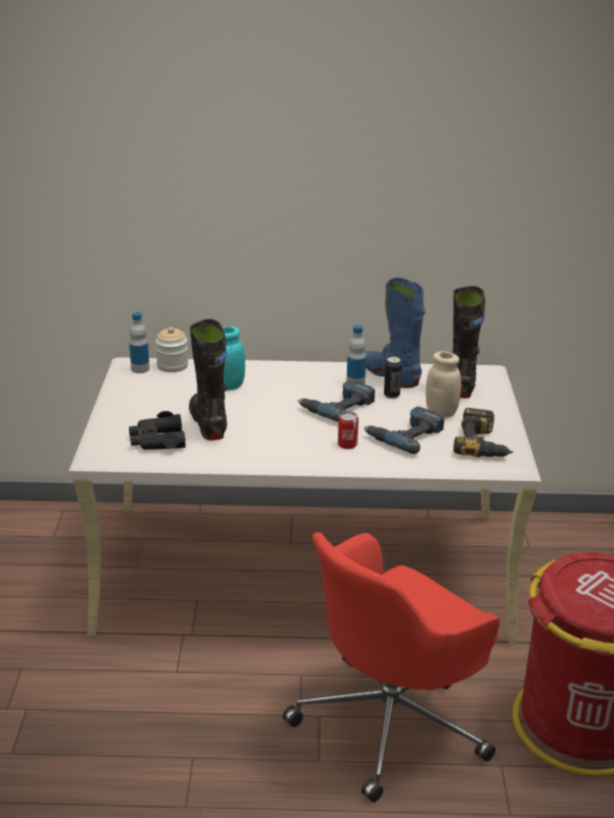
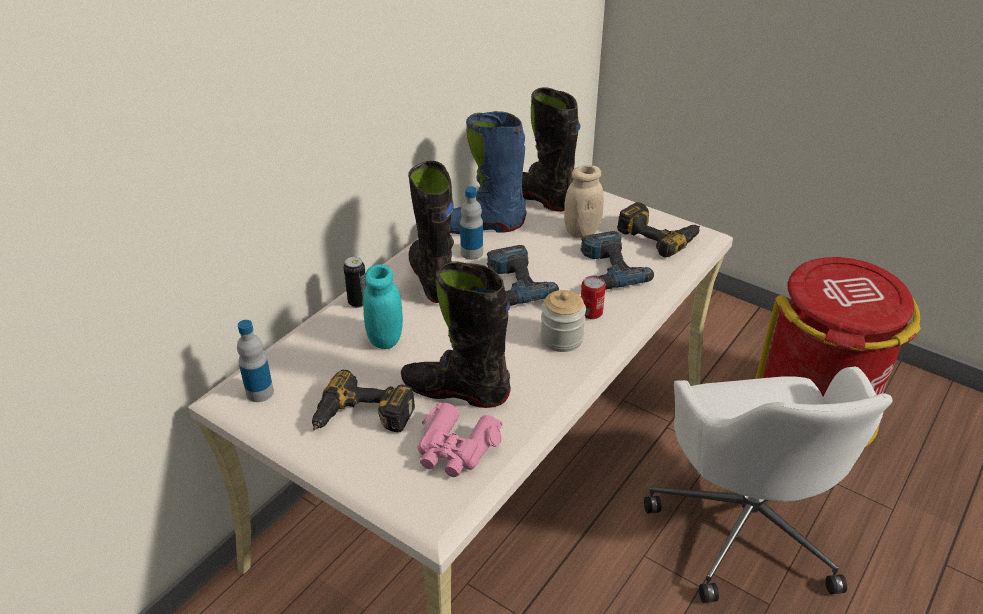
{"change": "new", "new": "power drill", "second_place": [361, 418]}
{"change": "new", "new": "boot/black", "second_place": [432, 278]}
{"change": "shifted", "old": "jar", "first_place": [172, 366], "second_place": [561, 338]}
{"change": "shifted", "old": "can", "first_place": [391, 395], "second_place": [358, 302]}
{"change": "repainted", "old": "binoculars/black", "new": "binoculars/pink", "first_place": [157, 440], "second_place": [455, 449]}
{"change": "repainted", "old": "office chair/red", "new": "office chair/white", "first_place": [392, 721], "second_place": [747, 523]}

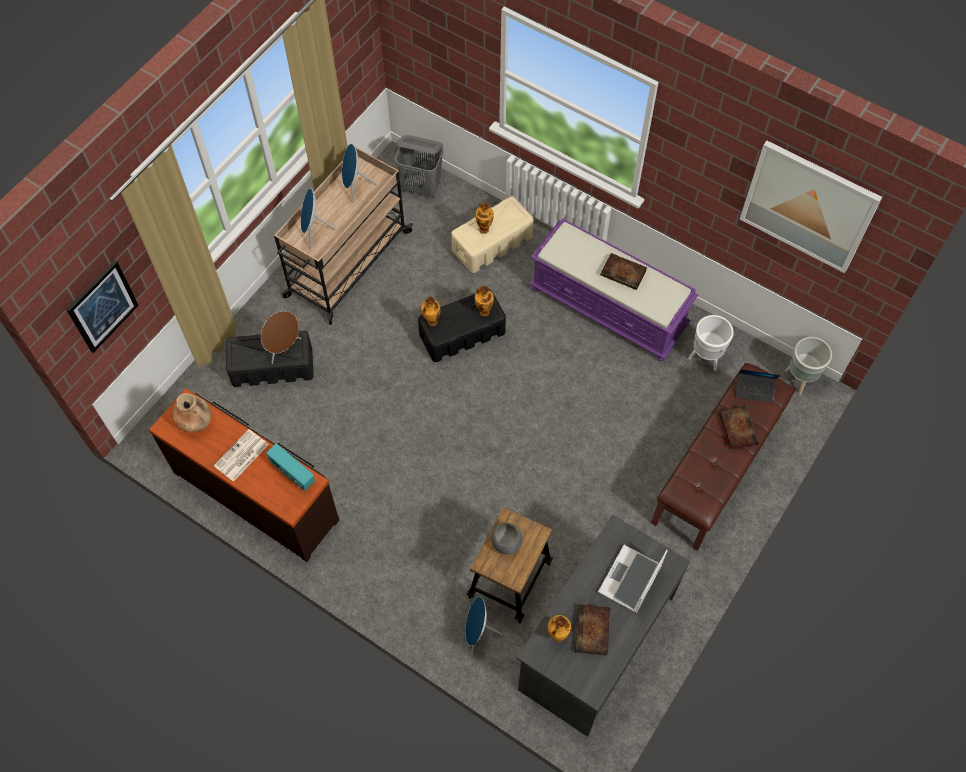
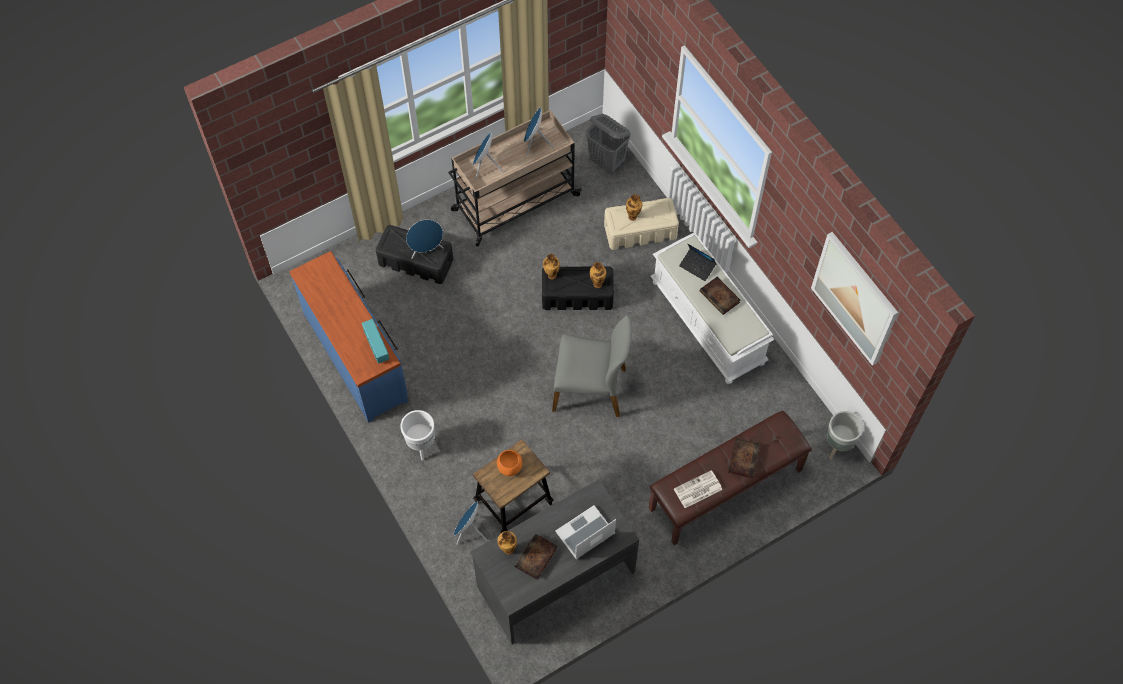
{"change": "gone", "old": "picture", "first_place": [102, 306]}
{"change": "gone", "old": "vase/brown", "first_place": [195, 421]}
{"change": "new", "new": "chair/grey", "second_place": [590, 388]}
{"change": "shifted", "old": "newspaper", "first_place": [241, 456], "second_place": [697, 490]}
{"change": "shifted", "old": "planter/white", "first_place": [705, 358], "second_place": [421, 446]}
{"change": "shifted", "old": "laptop", "first_place": [754, 389], "second_place": [697, 266]}
{"change": "repainted", "old": "dresser/brown", "new": "dresser/blue", "first_place": [257, 494], "second_place": [356, 355]}
{"change": "repainted", "old": "speaker/brown", "new": "speaker/blue", "first_place": [283, 348], "second_place": [426, 250]}
{"change": "repainted", "old": "bowl/grey", "new": "bowl/orange", "first_place": [506, 543], "second_place": [510, 467]}
{"change": "repainted", "old": "bench/purple", "new": "bench/white", "first_place": [609, 307], "second_place": [709, 322]}

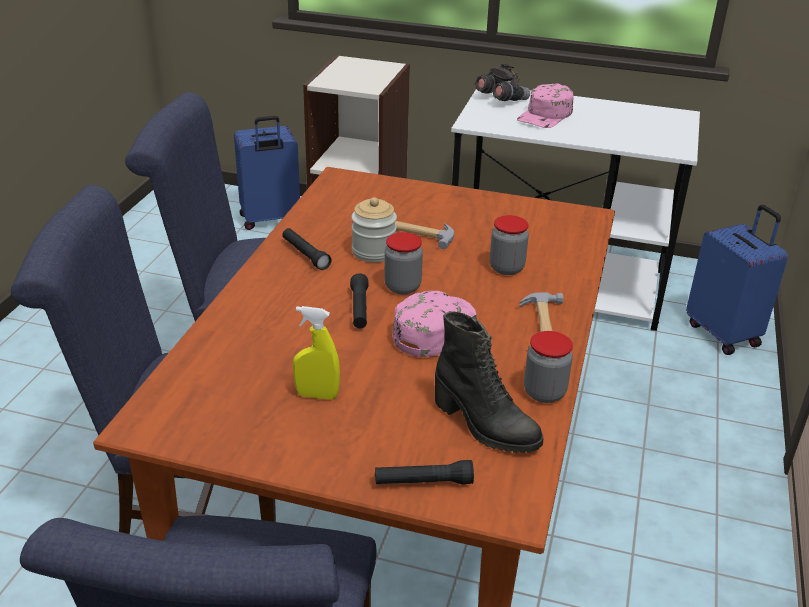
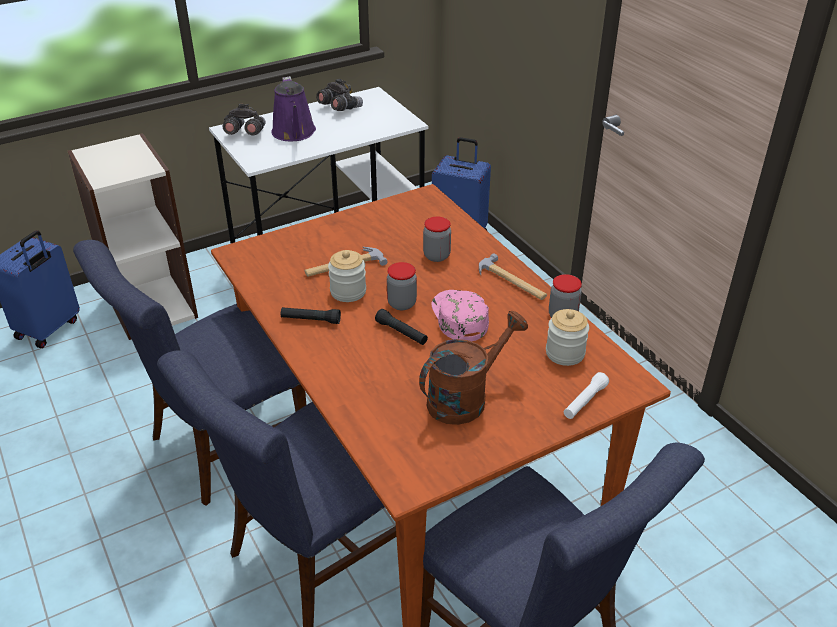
{"change": "new", "new": "binoculars/grey", "second_place": [339, 108]}
{"change": "swapped", "old": "spray bottle/yellow", "new": "watering can/brown", "first_place": [317, 395], "second_place": [465, 397]}
{"change": "swapped", "old": "boot/black", "new": "jar", "first_place": [484, 426], "second_place": [565, 353]}
{"change": "swapped", "old": "cap/pink", "new": "watering can/purple", "first_place": [545, 115], "second_place": [294, 133]}
{"change": "repainted", "old": "flashlight/black", "new": "flashlight/white", "first_place": [423, 482], "second_place": [584, 401]}

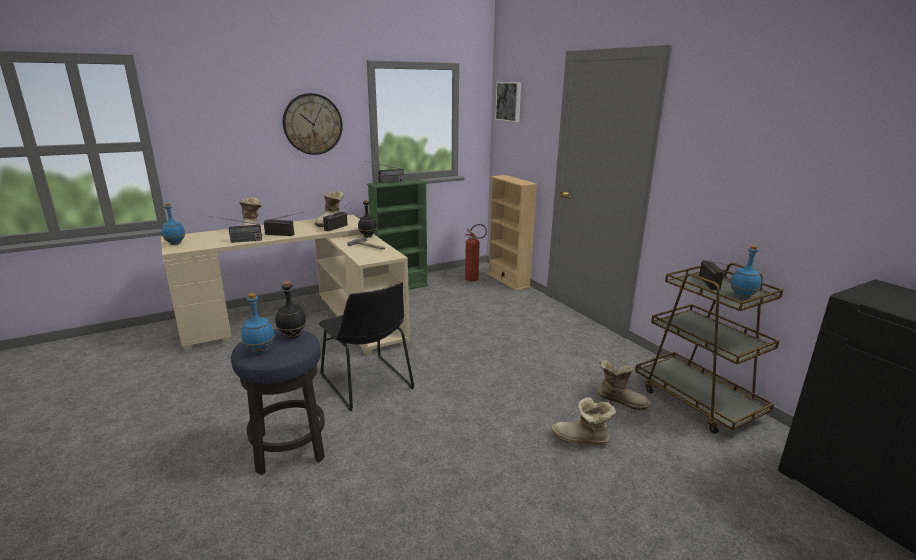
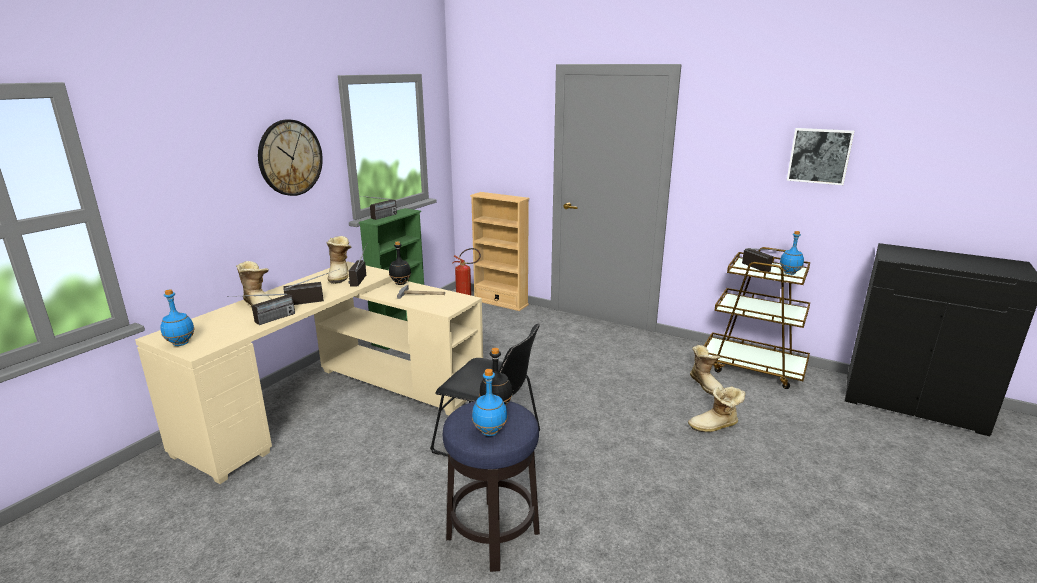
{"change": "shifted", "old": "picture", "first_place": [509, 101], "second_place": [819, 156]}
{"change": "rotated", "old": "boot", "first_place": [621, 400], "second_place": [706, 384], "degrees": 75}

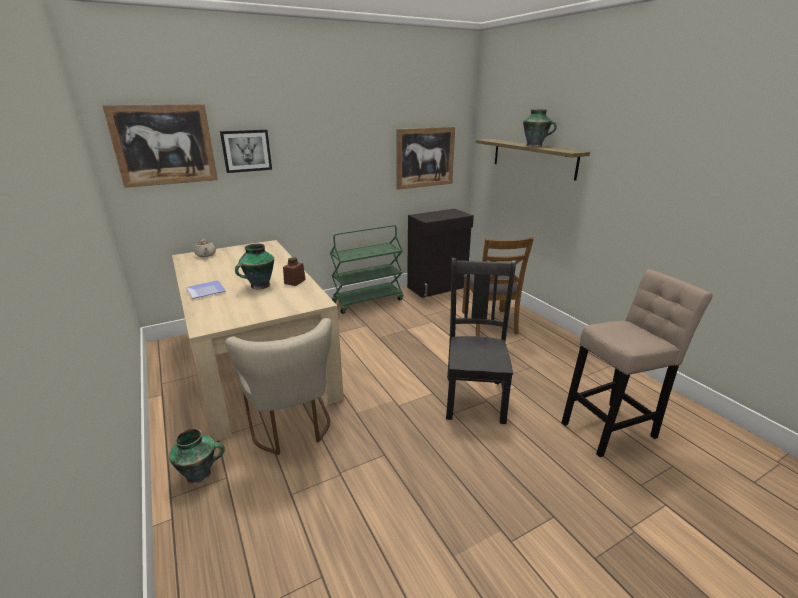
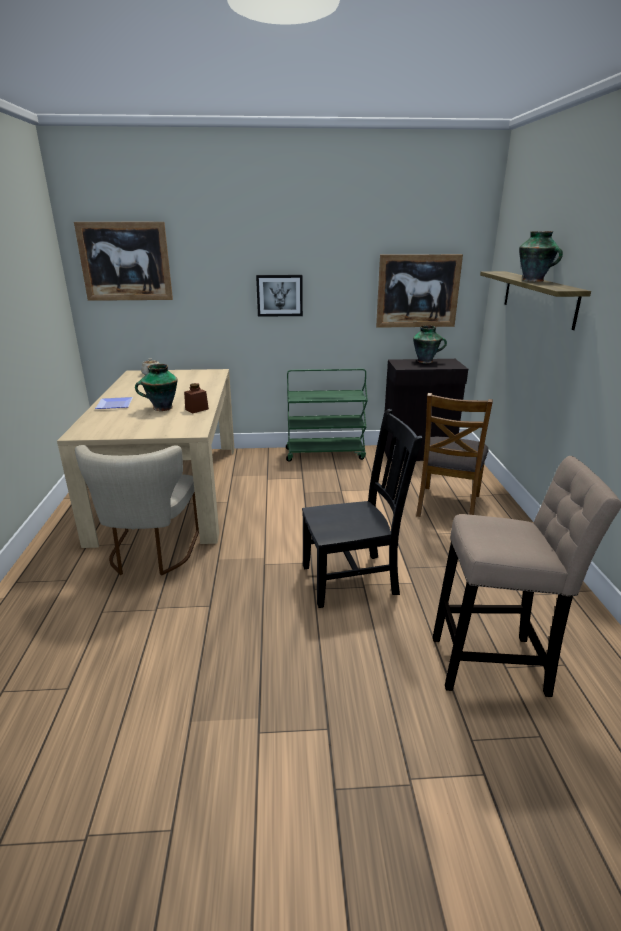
{"change": "shifted", "old": "vase", "first_place": [200, 475], "second_place": [426, 361]}
{"change": "shifted", "old": "picture", "first_place": [246, 151], "second_place": [279, 295]}
{"change": "rotated", "old": "chair/black", "first_place": [474, 397], "second_place": [353, 579], "degrees": 45}

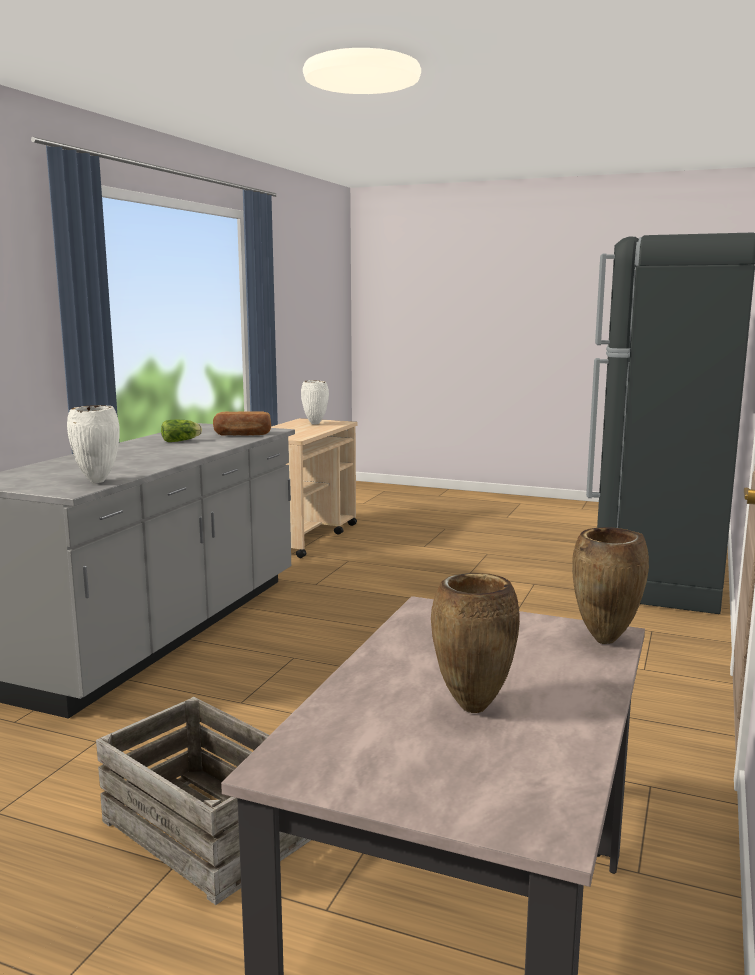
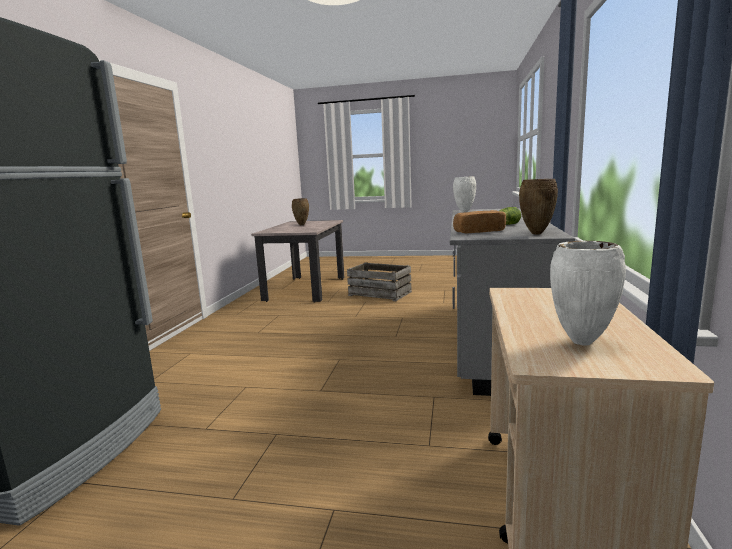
{"change": "shifted", "old": "vase/brown", "first_place": [605, 641], "second_place": [536, 233]}

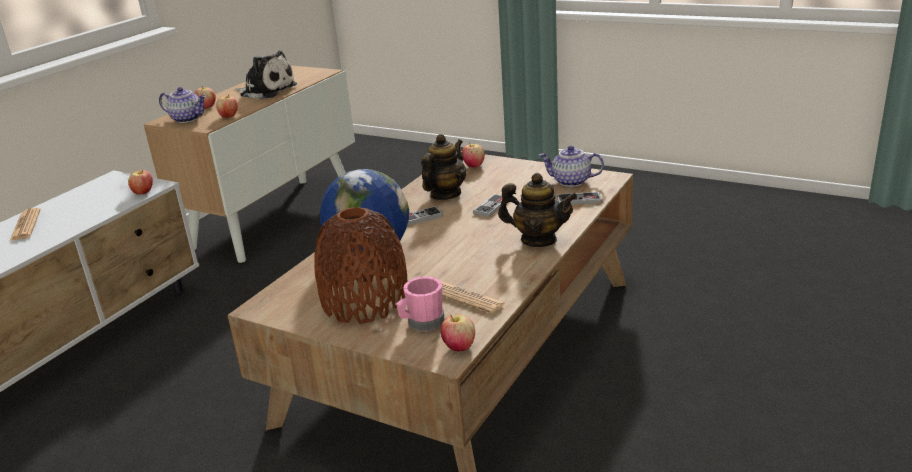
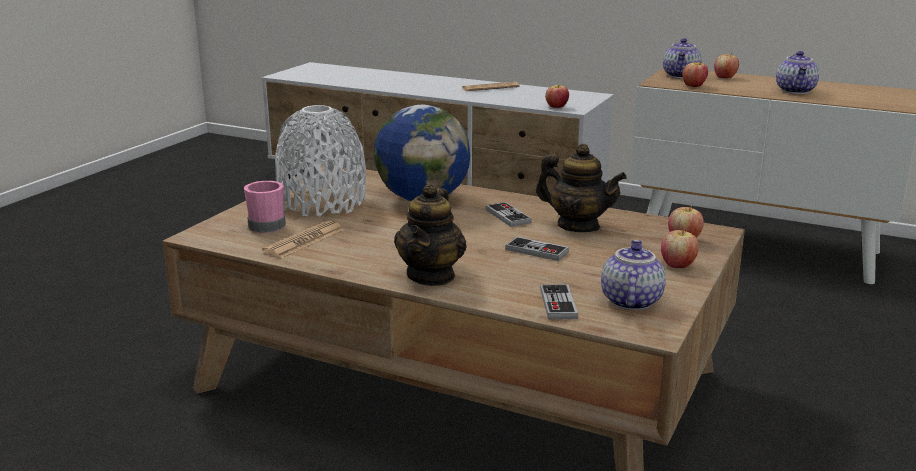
{"change": "shifted", "old": "apple", "first_place": [459, 346], "second_place": [678, 265]}
{"change": "swapped", "old": "plush toy", "new": "teapot", "first_place": [266, 91], "second_place": [796, 91]}
{"change": "repainted", "old": "vase/brown", "new": "vase/white", "first_place": [365, 300], "second_place": [322, 202]}

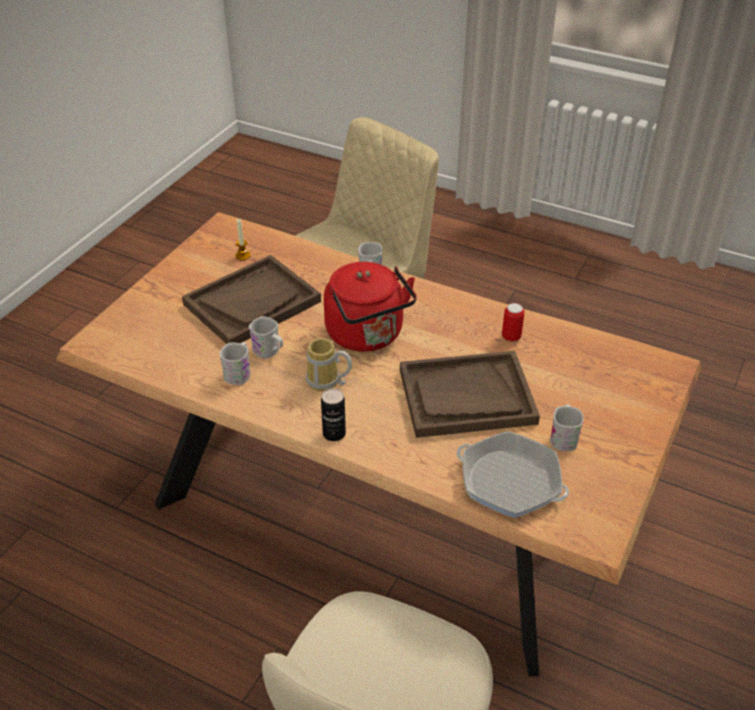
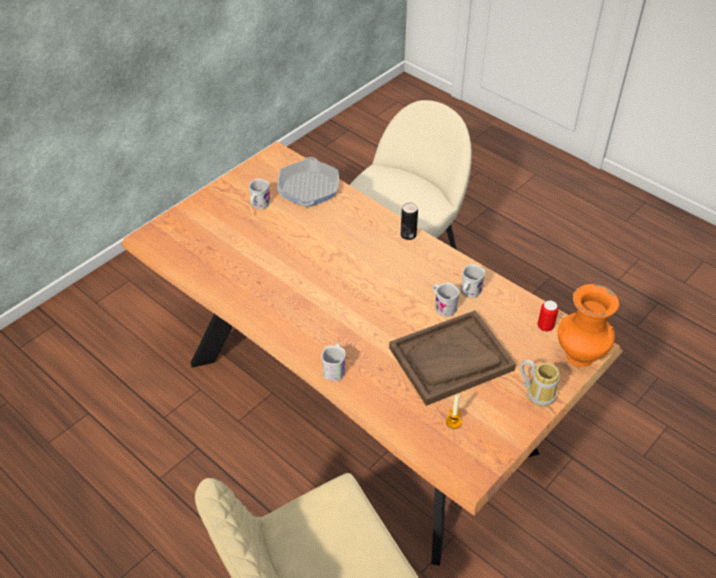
{"change": "gone", "old": "kettle/red", "first_place": [368, 336]}
{"change": "gone", "old": "tray/brown", "first_place": [466, 397]}
{"change": "new", "new": "vase/orange", "second_place": [578, 356]}
{"change": "shifted", "old": "mug", "first_place": [326, 383], "second_place": [538, 392]}
{"change": "shifted", "old": "can", "first_place": [511, 337], "second_place": [545, 326]}
{"change": "rotated", "old": "frying pan", "first_place": [510, 481], "second_place": [308, 188], "degrees": 45}

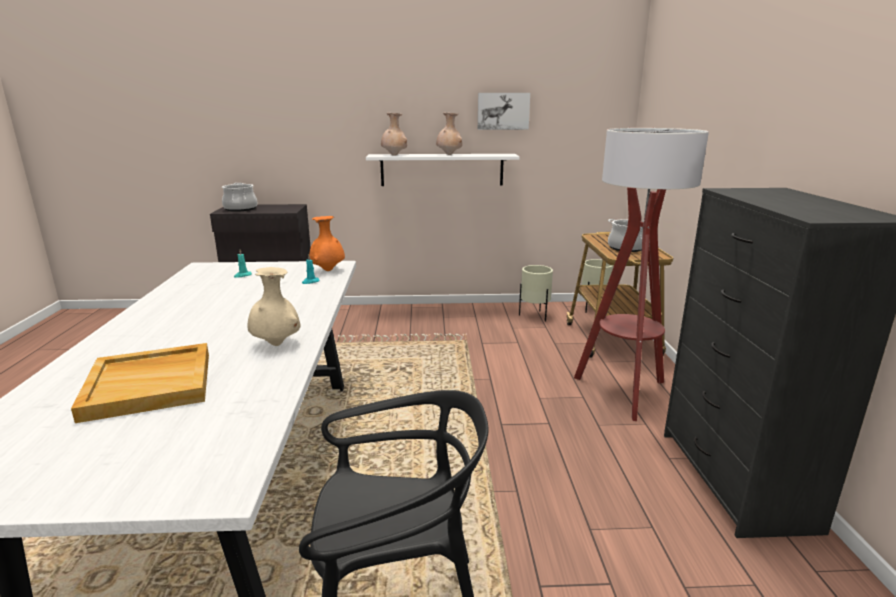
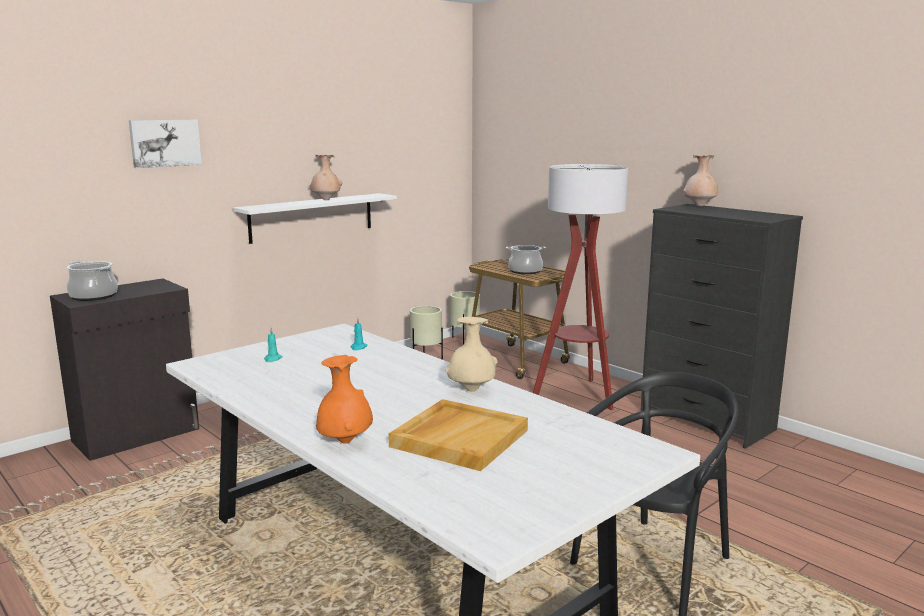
{"change": "shifted", "old": "vase/orange", "first_place": [328, 270], "second_place": [345, 442]}
{"change": "shifted", "old": "vase/beige", "first_place": [394, 155], "second_place": [699, 206]}
{"change": "shifted", "old": "picture", "first_place": [503, 111], "second_place": [165, 143]}

